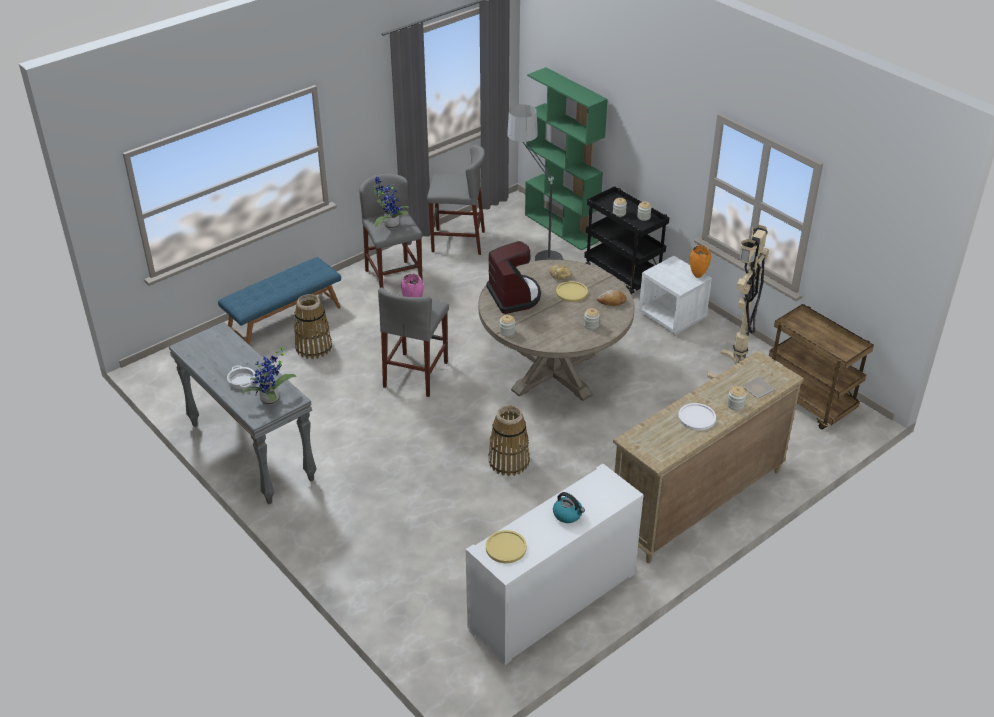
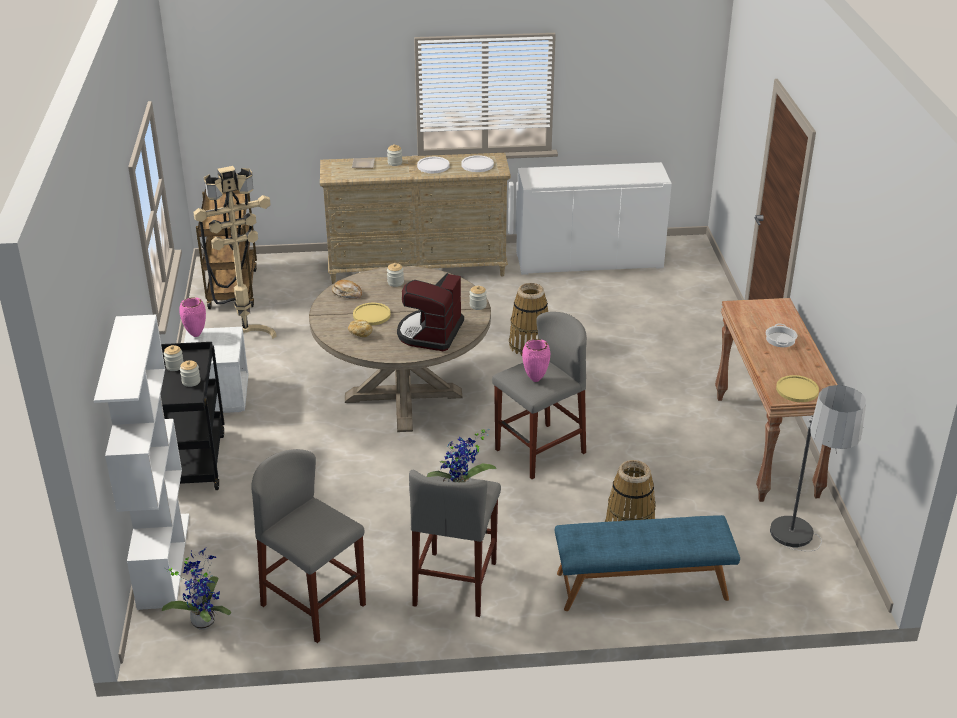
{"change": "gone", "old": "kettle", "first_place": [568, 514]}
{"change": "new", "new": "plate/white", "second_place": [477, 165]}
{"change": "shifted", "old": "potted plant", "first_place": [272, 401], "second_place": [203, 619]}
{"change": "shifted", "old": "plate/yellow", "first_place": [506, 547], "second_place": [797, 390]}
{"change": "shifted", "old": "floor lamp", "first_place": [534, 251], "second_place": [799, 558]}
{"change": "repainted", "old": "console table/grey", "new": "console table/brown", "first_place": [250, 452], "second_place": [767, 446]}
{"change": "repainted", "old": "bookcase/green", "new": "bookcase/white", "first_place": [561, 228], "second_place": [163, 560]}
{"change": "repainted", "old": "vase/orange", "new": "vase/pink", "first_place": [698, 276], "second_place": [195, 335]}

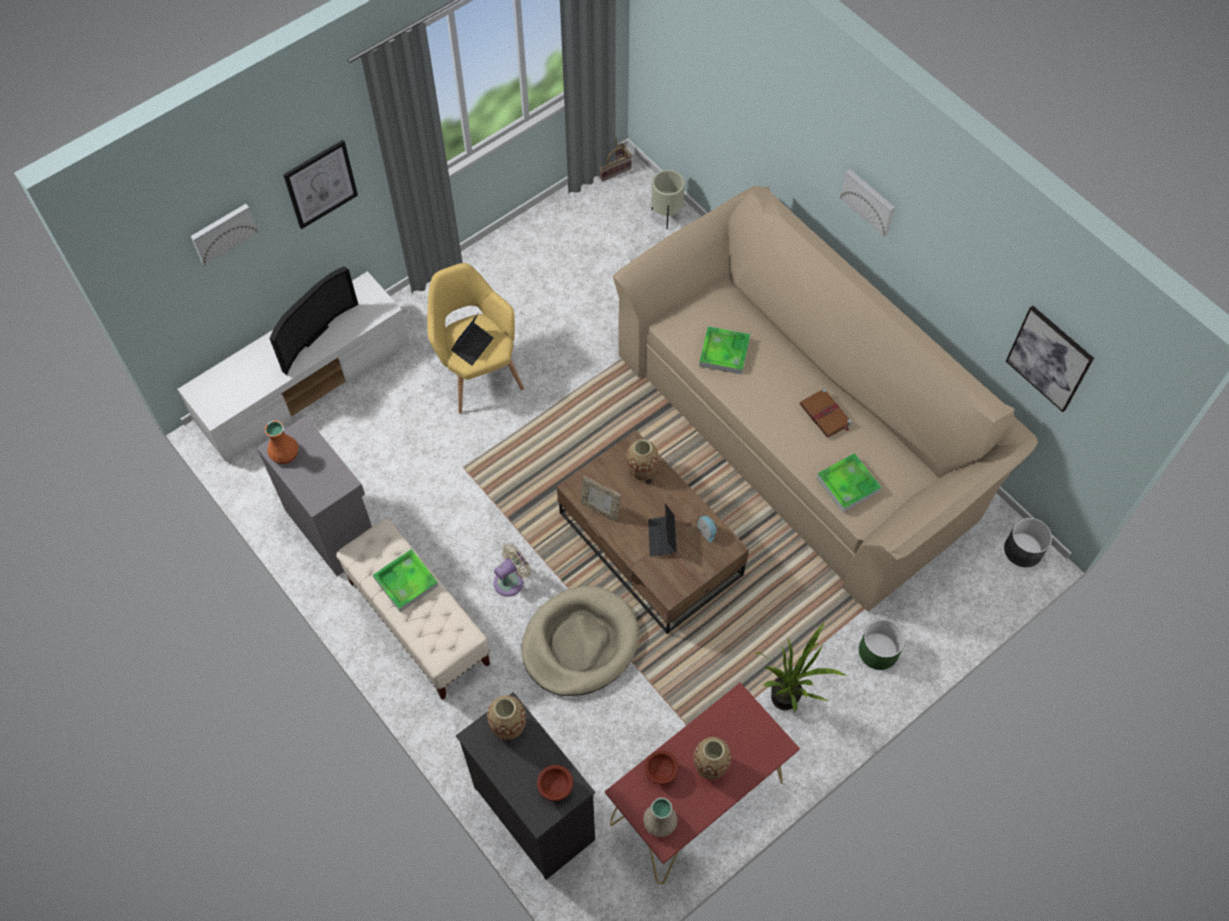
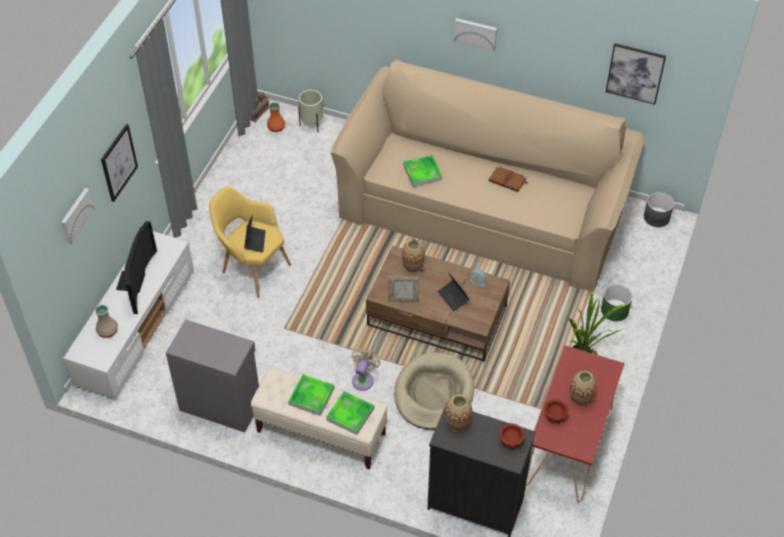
{"change": "shifted", "old": "vase/orange", "first_place": [285, 454], "second_place": [276, 127]}
{"change": "shifted", "old": "vase/beige", "first_place": [659, 822], "second_place": [107, 331]}
{"change": "shifted", "old": "tray", "first_place": [848, 484], "second_place": [350, 414]}

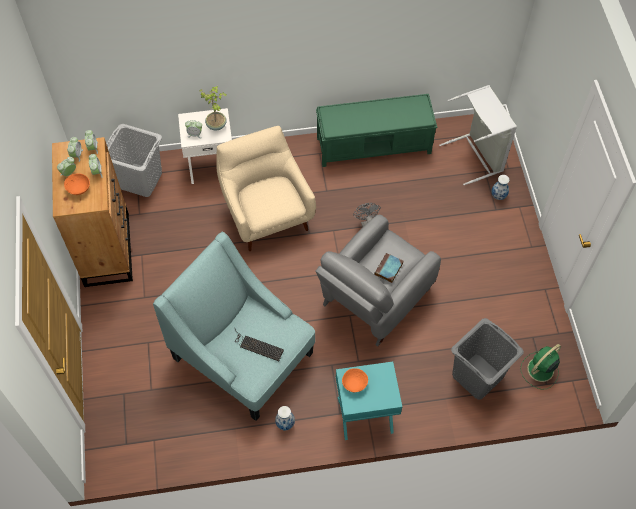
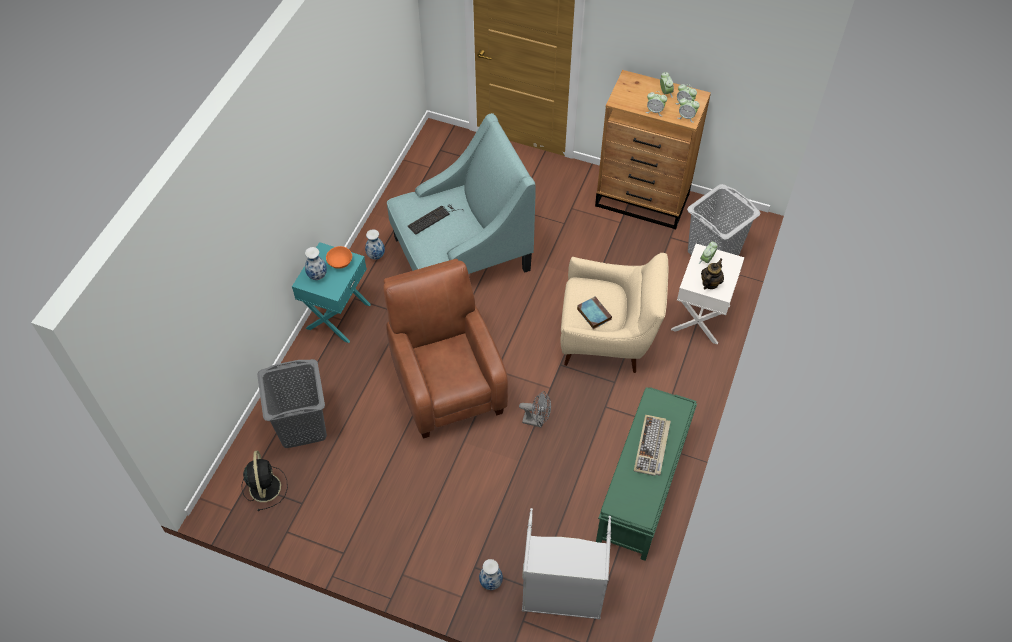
{"change": "gone", "old": "bowl/orange", "first_place": [78, 188]}
{"change": "new", "new": "vase", "second_place": [318, 276]}
{"change": "new", "new": "keyboard", "second_place": [652, 447]}
{"change": "shifted", "old": "book", "first_place": [388, 269], "second_place": [593, 314]}
{"change": "swapped", "old": "potted plant", "new": "teapot", "first_place": [216, 124], "second_place": [710, 283]}
{"change": "repainted", "old": "armchair/grey", "new": "armchair/brown", "first_place": [373, 299], "second_place": [446, 382]}
{"change": "repainted", "old": "fan/green", "new": "fan/black", "first_place": [539, 370], "second_place": [265, 486]}

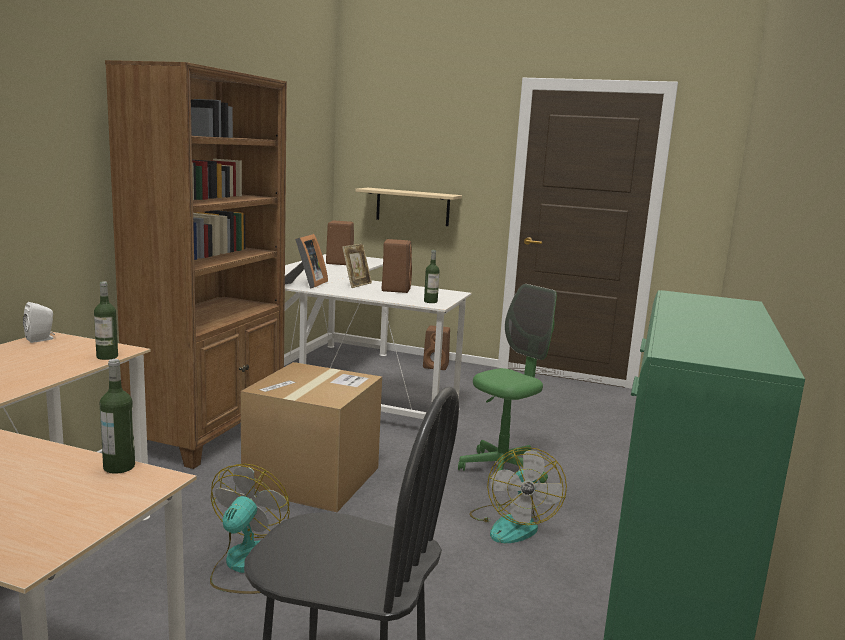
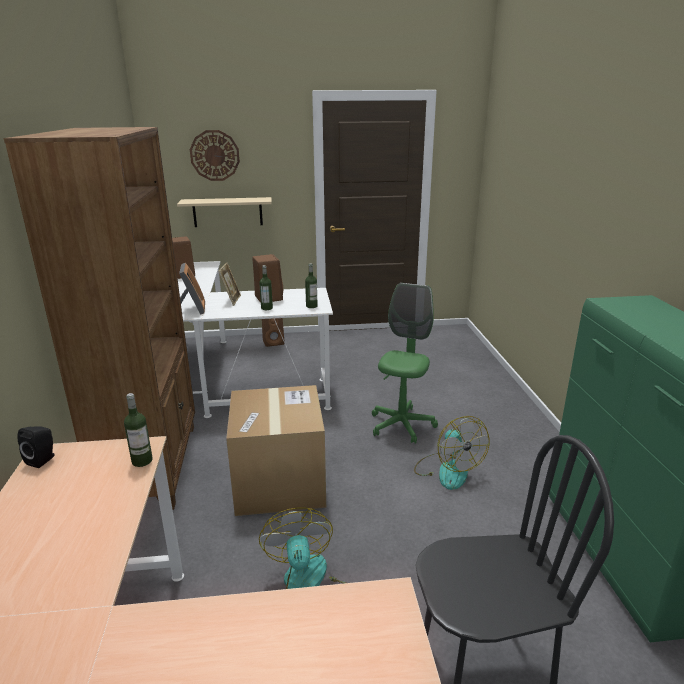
{"change": "new", "new": "wall clock", "second_place": [215, 155]}
{"change": "shifted", "old": "bottle", "first_place": [119, 467], "second_place": [267, 308]}
{"change": "repainted", "old": "speaker/white", "new": "speaker/black", "first_place": [41, 339], "second_place": [43, 459]}

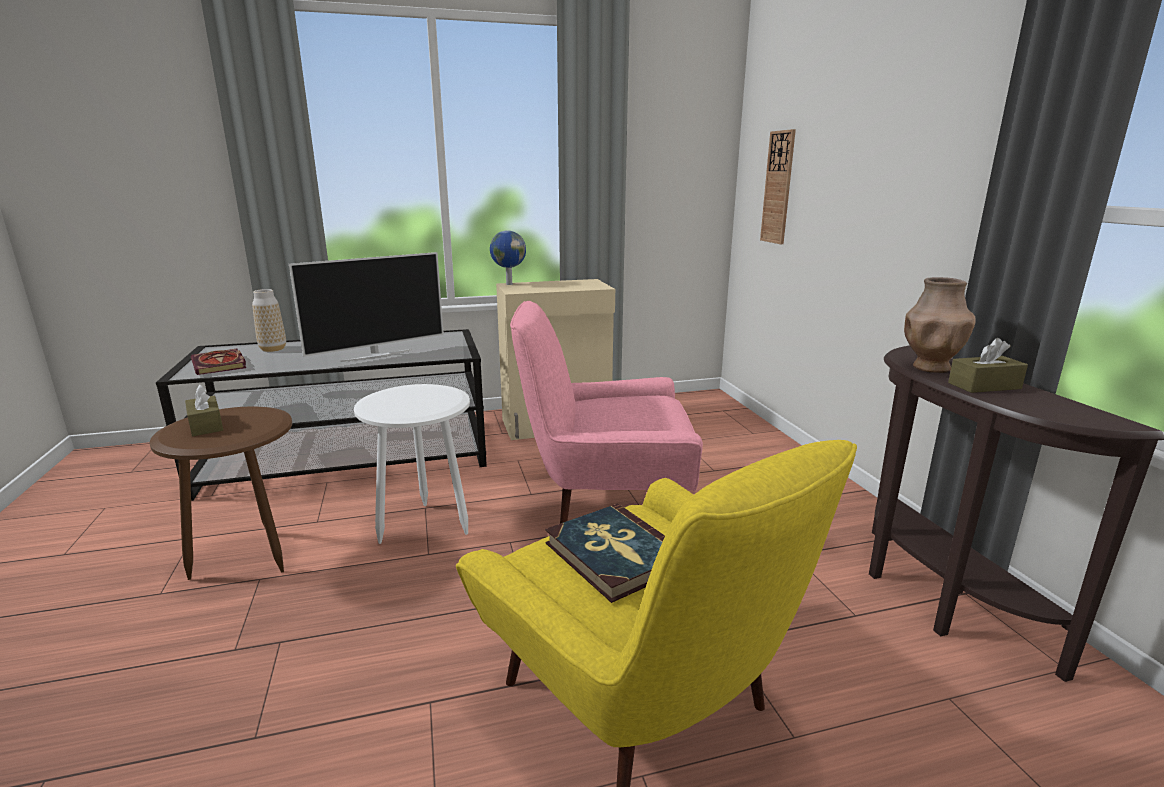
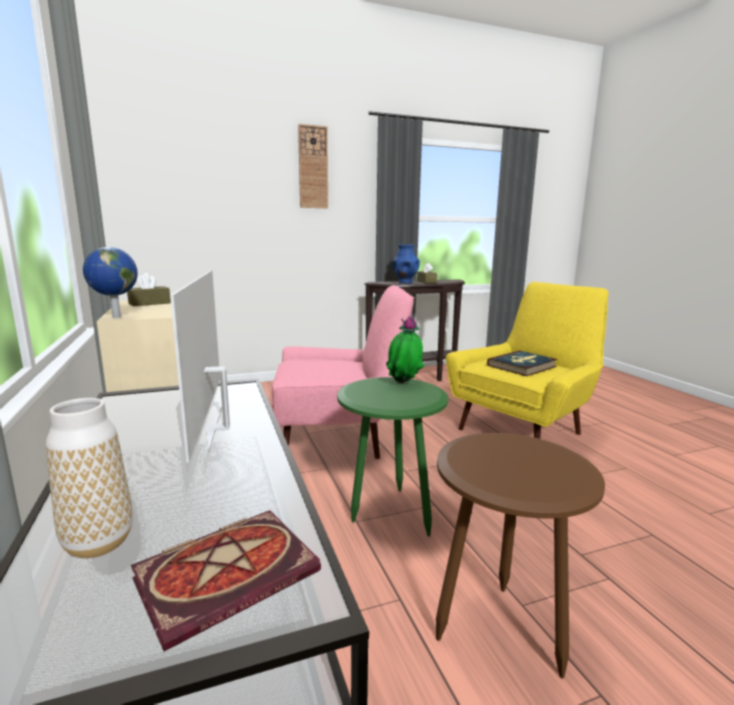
{"change": "new", "new": "potted plant", "second_place": [404, 384]}
{"change": "shifted", "old": "tissue box/brown", "first_place": [206, 425], "second_place": [149, 303]}
{"change": "shifted", "old": "wall clock", "first_place": [778, 187], "second_place": [313, 167]}
{"change": "repainted", "old": "side table/white", "new": "side table/green", "first_place": [424, 524], "second_place": [389, 515]}
{"change": "repainted", "old": "vase/brown", "new": "vase/blue", "first_place": [930, 368], "second_place": [405, 283]}
{"change": "rotated", "old": "television", "first_place": [376, 355], "second_place": [218, 428], "degrees": -150}
{"change": "rotated", "old": "armchair/pink", "first_place": [606, 501], "second_place": [339, 438], "degrees": -90}

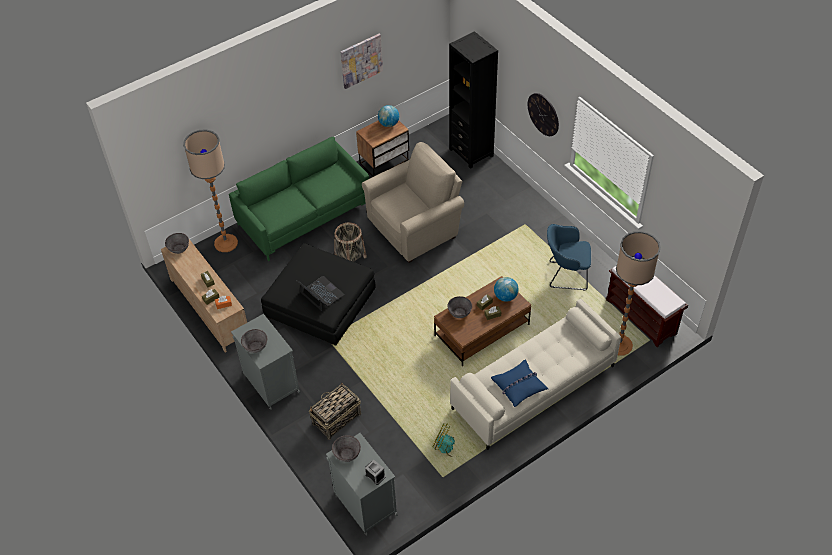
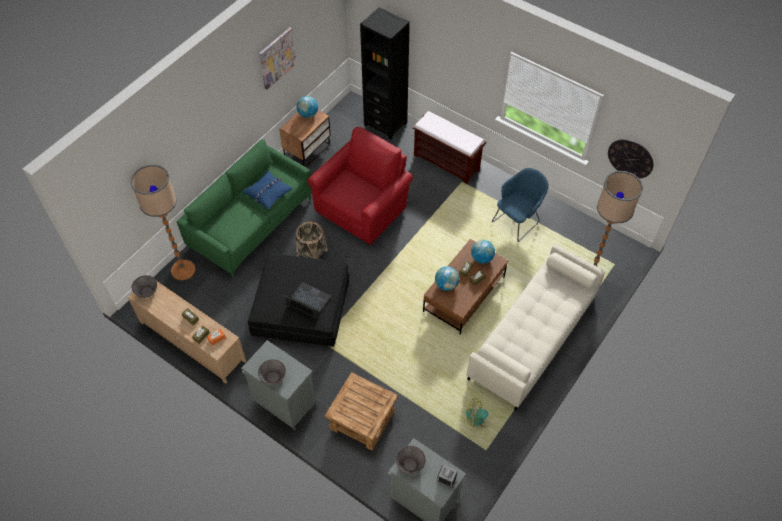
{"change": "shifted", "old": "pillow/blue", "first_place": [519, 386], "second_place": [268, 193]}
{"change": "shifted", "old": "wall clock", "first_place": [543, 114], "second_place": [630, 158]}
{"change": "shifted", "old": "bench/brown", "first_place": [642, 317], "second_place": [447, 162]}
{"change": "swapped", "old": "basket", "new": "side table/brown", "first_place": [336, 419], "second_place": [362, 421]}
{"change": "swapped", "old": "bowl/grey", "new": "globe", "first_place": [459, 312], "second_place": [446, 285]}
{"change": "repainted", "old": "armchair/beige", "new": "armchair/red", "first_place": [416, 228], "second_place": [363, 209]}
{"change": "rotated", "old": "armchair/blue", "first_place": [565, 275], "second_place": [517, 221], "degrees": 150}

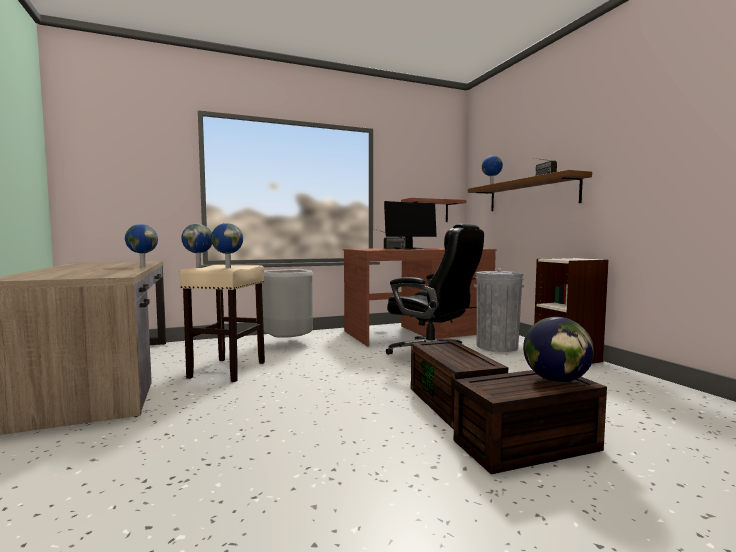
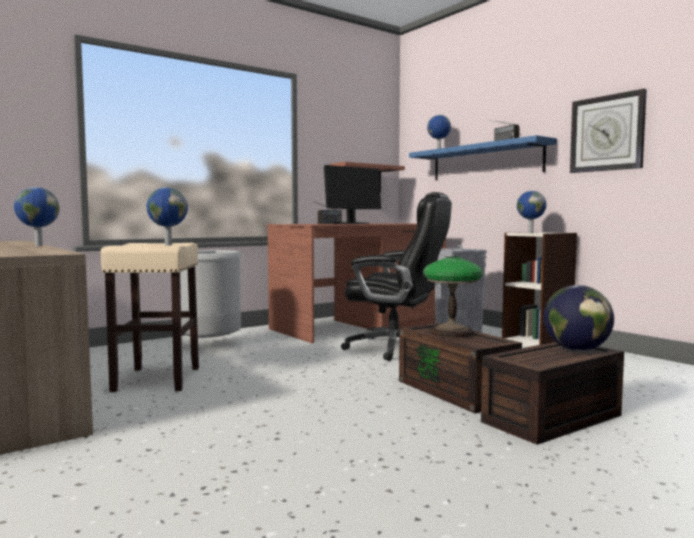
{"change": "new", "new": "table lamp", "second_place": [452, 332]}
{"change": "new", "new": "wall clock", "second_place": [607, 133]}
{"change": "shifted", "old": "globe", "first_place": [199, 267], "second_place": [530, 232]}
{"change": "repainted", "old": "shelf/brown", "new": "shelf/blue", "first_place": [531, 194], "second_place": [485, 162]}

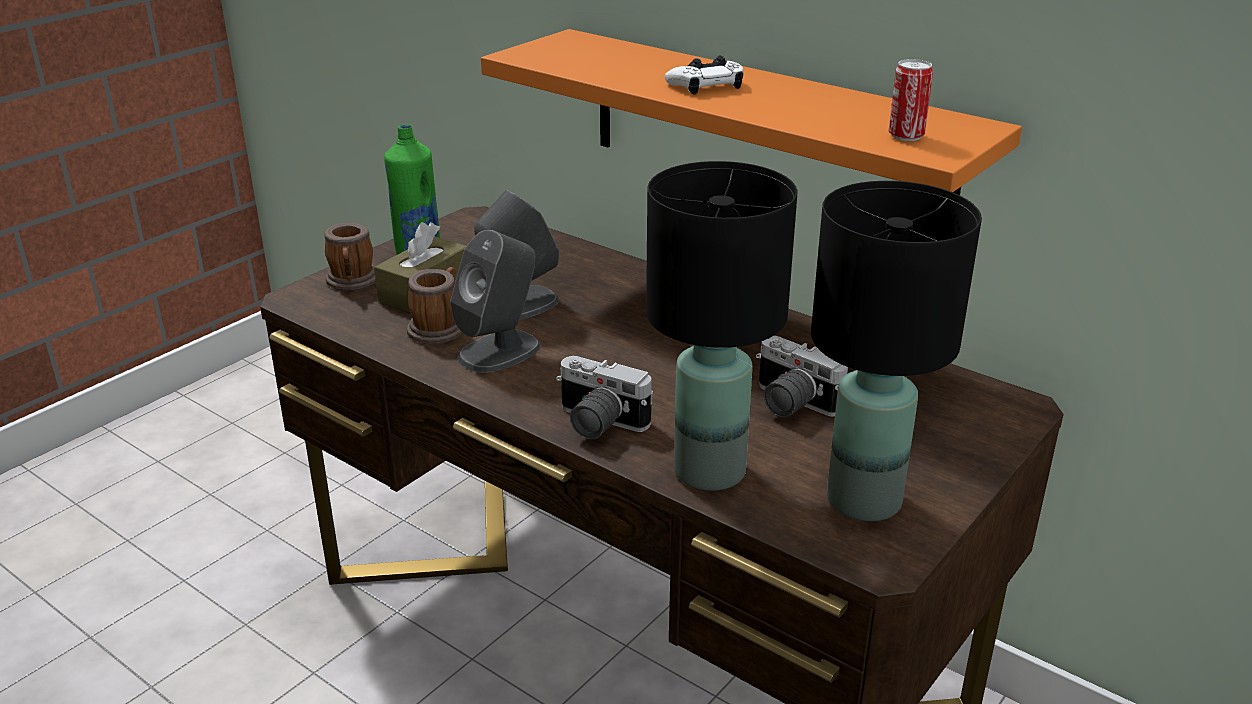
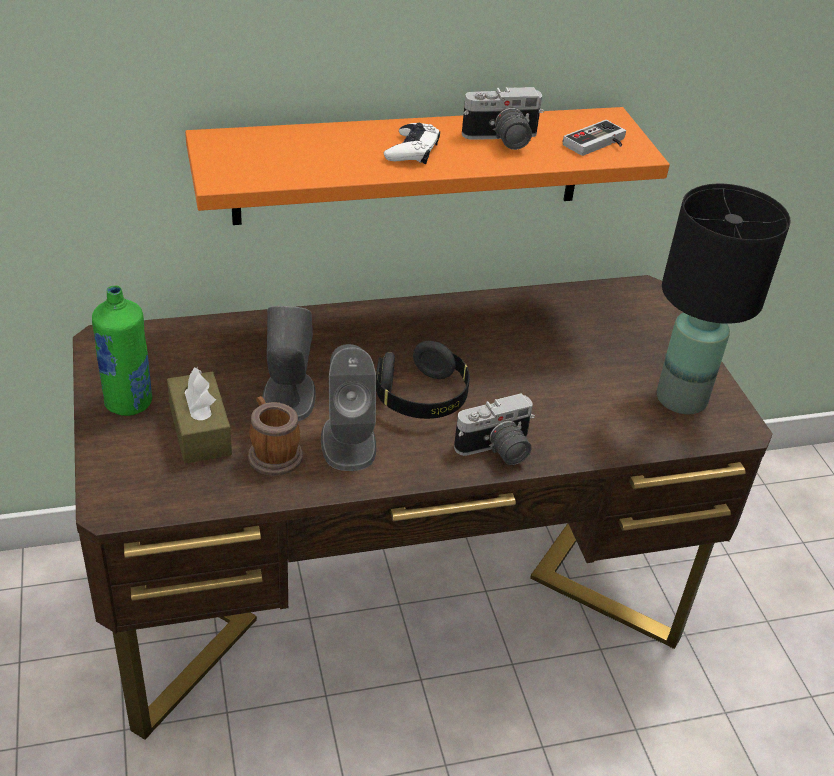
{"change": "gone", "old": "mug", "first_place": [352, 282]}
{"change": "gone", "old": "table lamp/black", "first_place": [711, 470]}
{"change": "new", "new": "headphones/black", "second_place": [422, 398]}
{"change": "shifted", "old": "photo camera", "first_place": [789, 404], "second_place": [502, 140]}
{"change": "swapped", "old": "can", "new": "game controller", "first_place": [906, 136], "second_place": [598, 144]}

